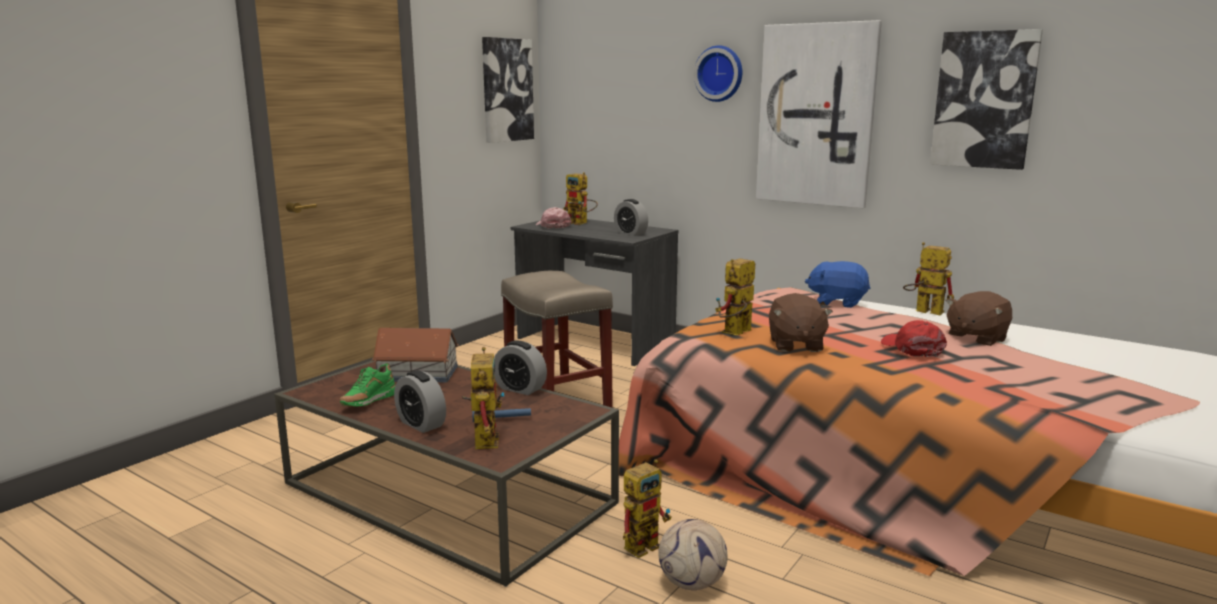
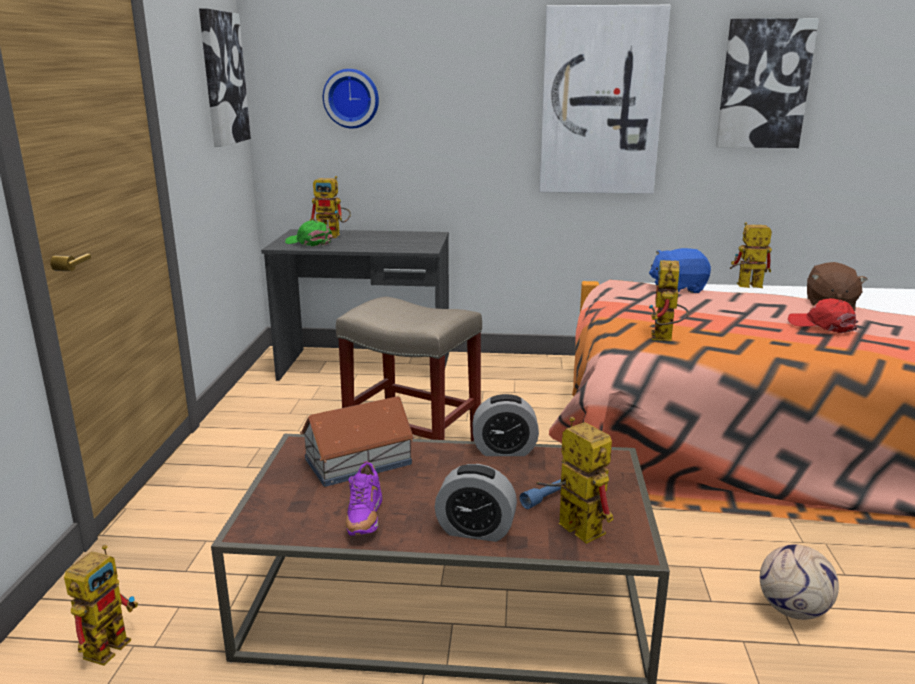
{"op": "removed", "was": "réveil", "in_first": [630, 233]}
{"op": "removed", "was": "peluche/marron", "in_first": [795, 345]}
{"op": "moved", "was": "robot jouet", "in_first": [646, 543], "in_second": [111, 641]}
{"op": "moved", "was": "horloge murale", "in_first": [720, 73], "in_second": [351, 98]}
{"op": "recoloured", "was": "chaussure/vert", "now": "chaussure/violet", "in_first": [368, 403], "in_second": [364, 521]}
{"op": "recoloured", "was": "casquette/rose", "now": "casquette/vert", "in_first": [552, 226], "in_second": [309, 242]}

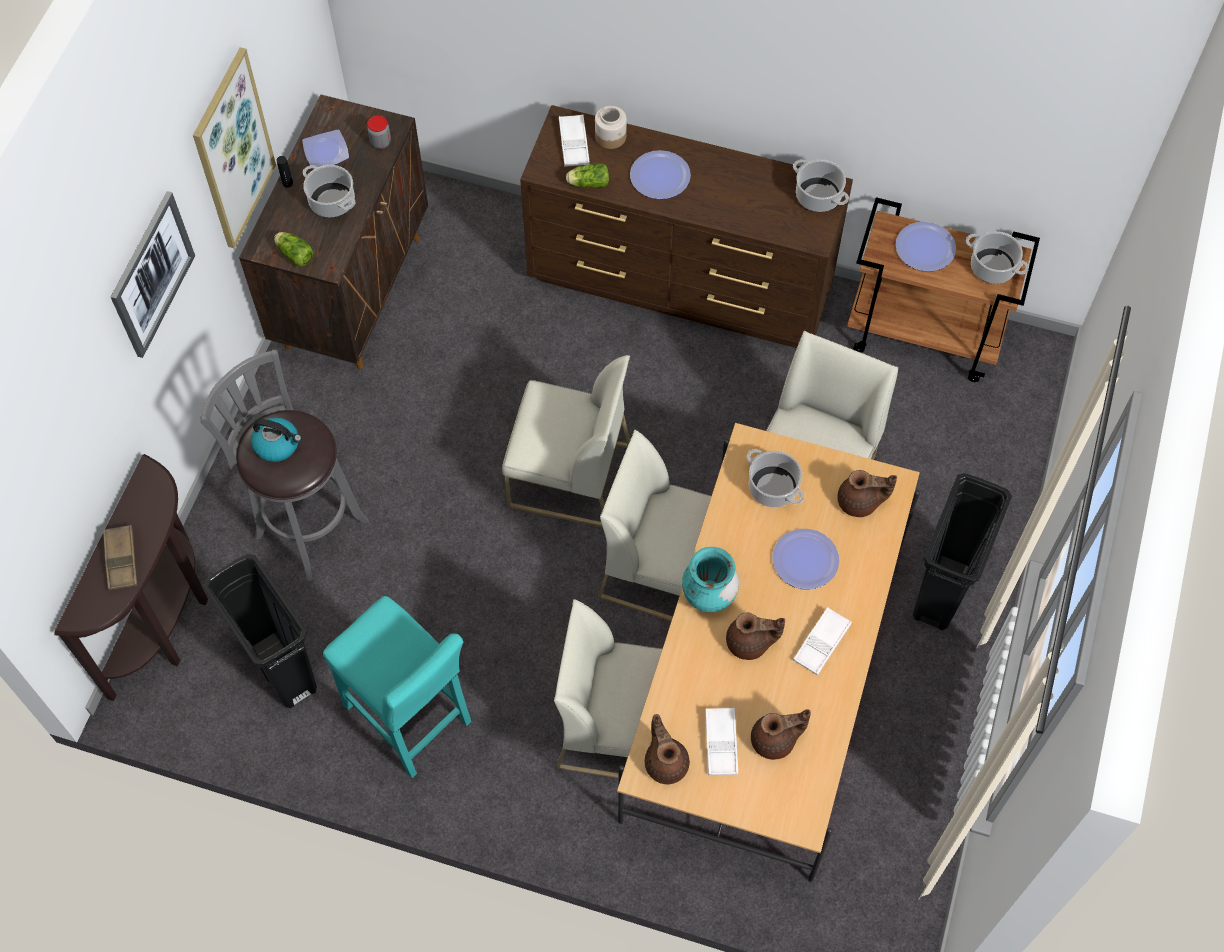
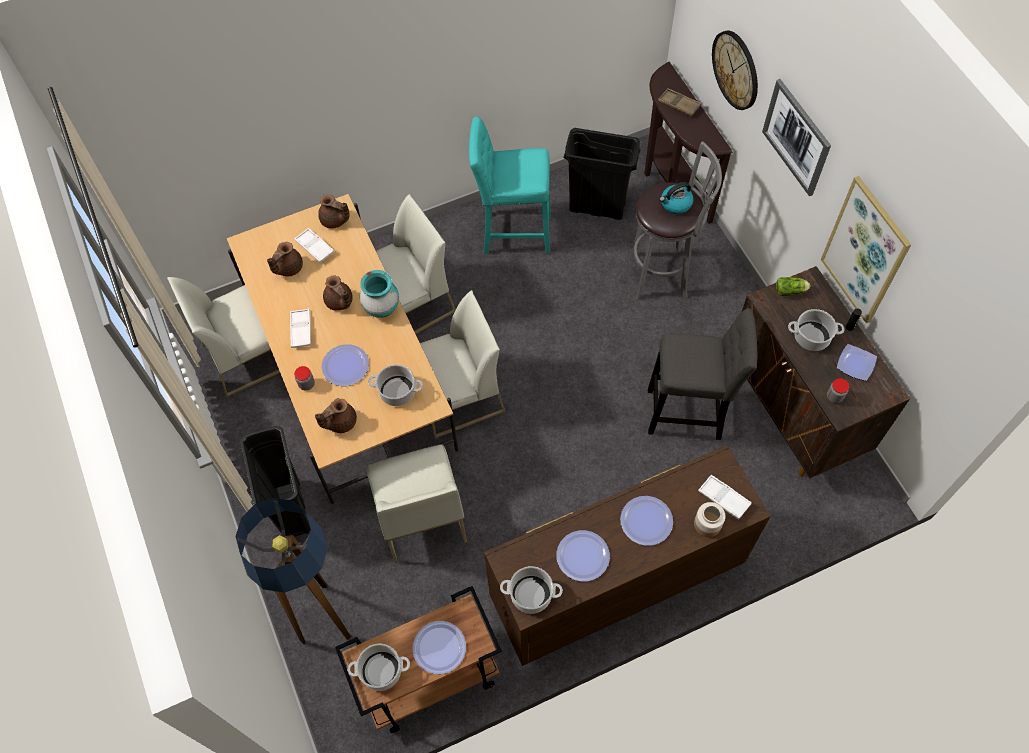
{"op": "removed", "was": "laitue", "in_first": [587, 183]}
{"op": "added", "now": "lampadaire", "in_second": [325, 615]}
{"op": "added", "now": "bocal", "in_second": [306, 384]}
{"op": "added", "now": "assiette", "in_second": [582, 556]}
{"op": "added", "now": "tabouret/gris", "in_second": [689, 413]}
{"op": "added", "now": "horloge murale", "in_second": [736, 70]}
{"op": "moved", "was": "chaise/blanc", "in_first": [568, 477], "in_second": [248, 354]}
{"op": "turned", "was": "théière/marron", "in_first": [750, 643], "in_second": [339, 302], "clockwise": -90}

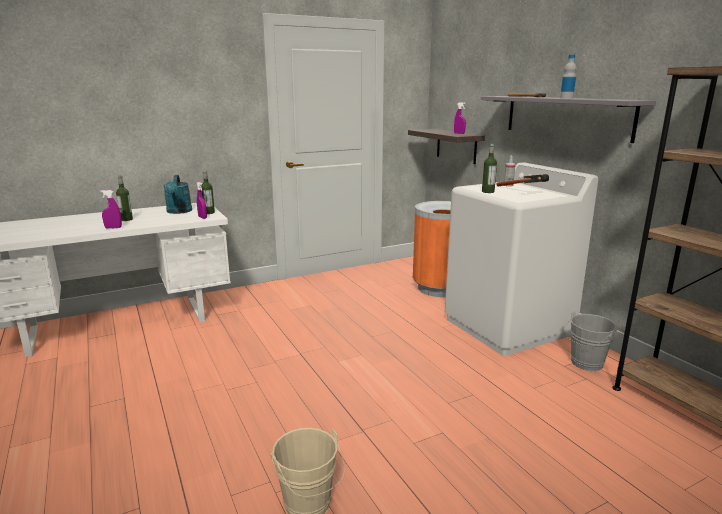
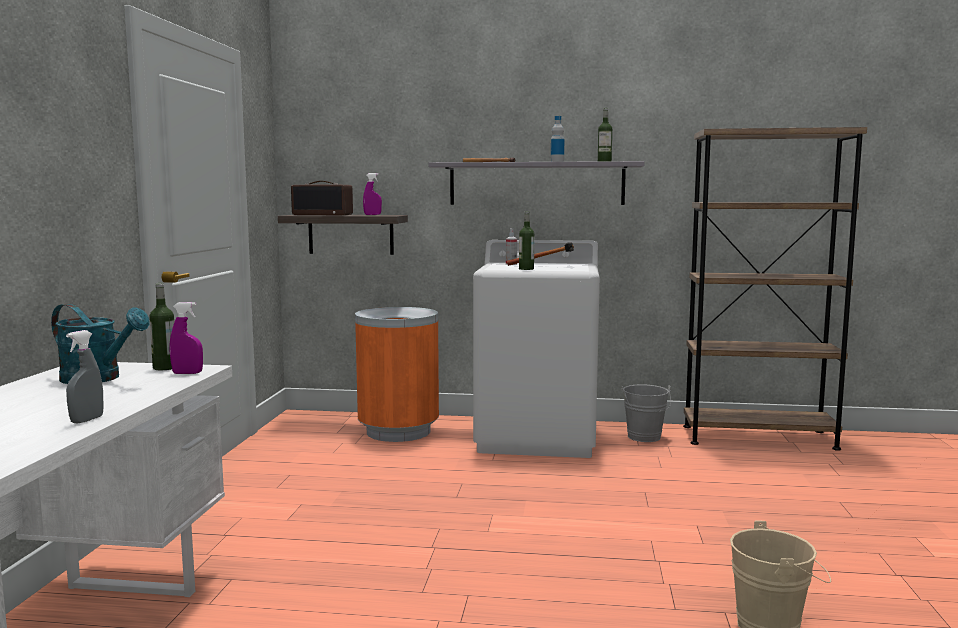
{"op": "added", "now": "radio", "in_second": [323, 215]}
{"op": "moved", "was": "bouteille", "in_first": [126, 219], "in_second": [604, 162]}
{"op": "recoloured", "was": "vaporisateur/violet", "now": "vaporisateur/gris", "in_first": [113, 228], "in_second": [87, 420]}

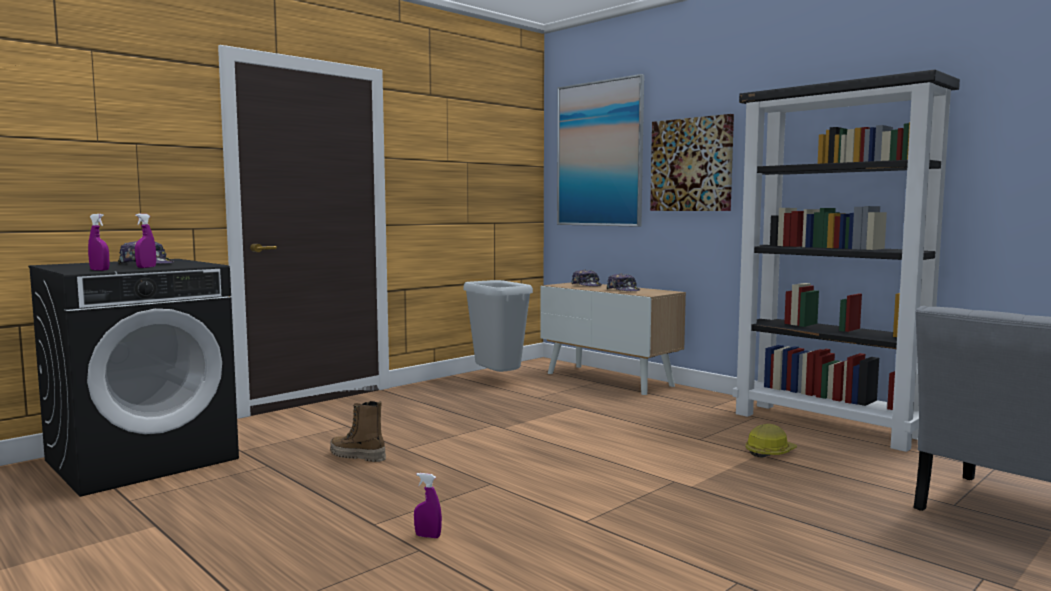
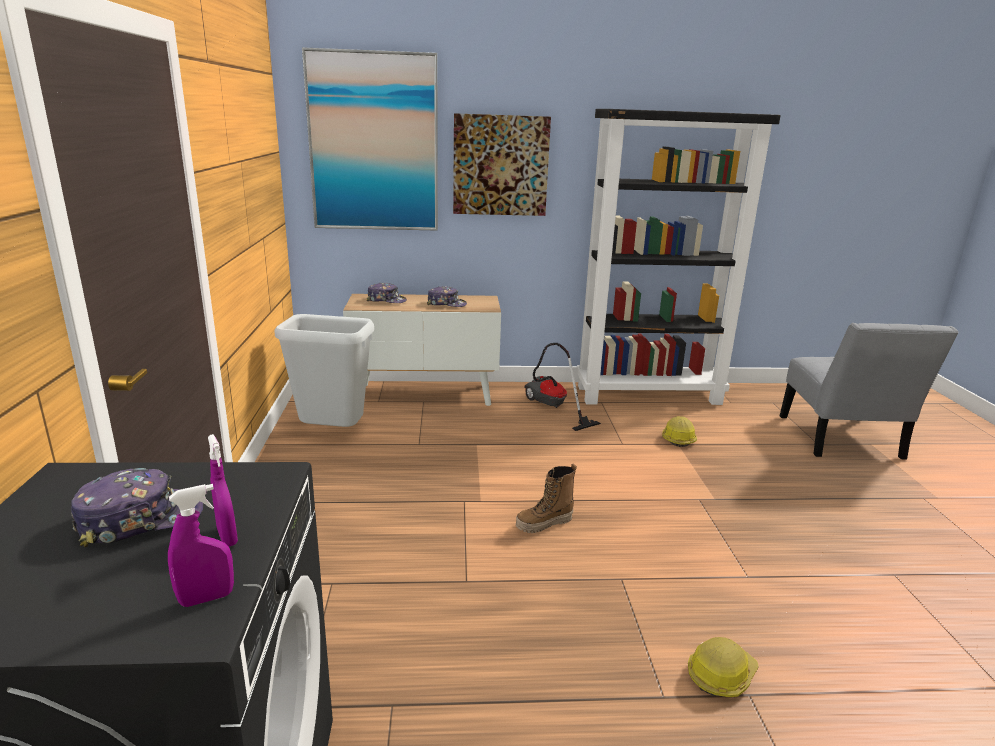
{"op": "added", "now": "aspirateur", "in_second": [551, 407]}
{"op": "moved", "was": "botte", "in_first": [357, 456], "in_second": [544, 524]}
{"op": "replaced", "was": "vaporisateur/violet", "now": "casque de chantier", "in_first": [428, 536], "in_second": [720, 675]}

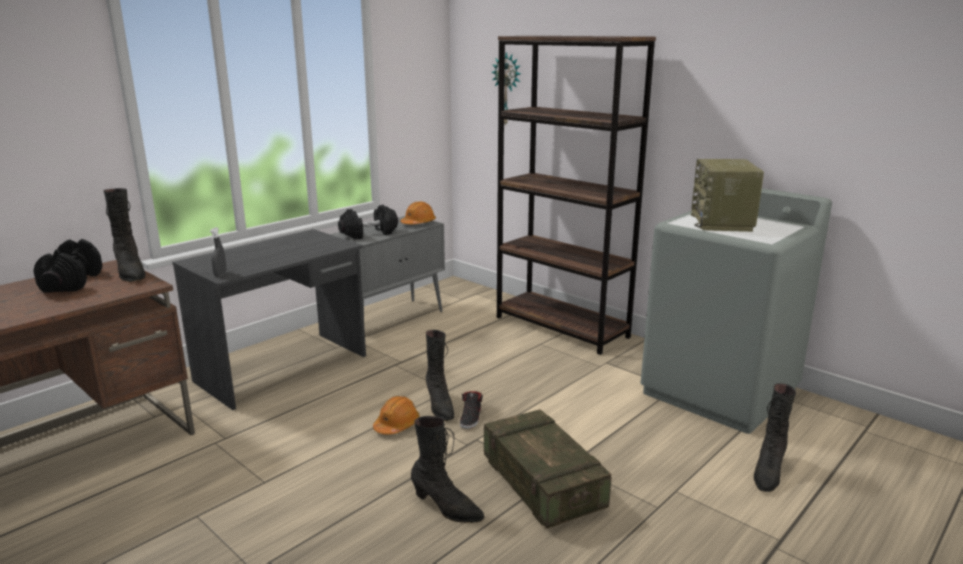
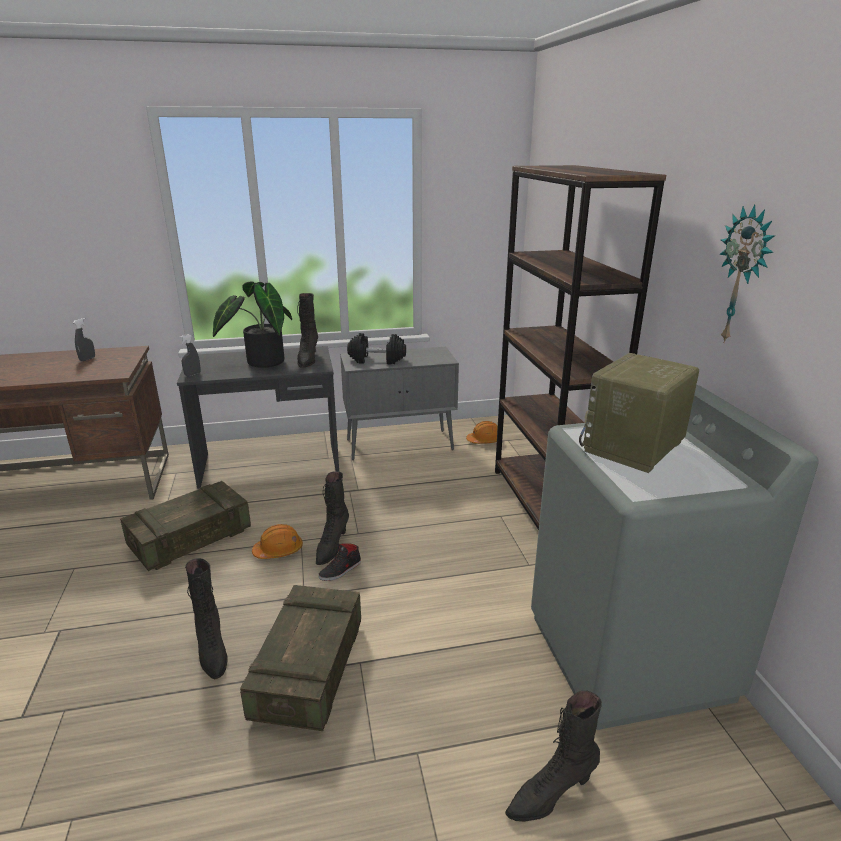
{"op": "added", "now": "caisse", "in_second": [191, 539]}
{"op": "added", "now": "plante en pot", "in_second": [261, 362]}
{"op": "moved", "was": "botte/noir", "in_first": [130, 273], "in_second": [307, 359]}
{"op": "moved", "was": "casque de chantier/orange", "in_first": [418, 223], "in_second": [484, 440]}
{"op": "moved", "was": "horloge murale", "in_first": [507, 89], "in_second": [743, 276]}
{"op": "replaced", "was": "haltère/noir", "now": "vaporisateur/gris", "in_first": [72, 282], "in_second": [87, 359]}

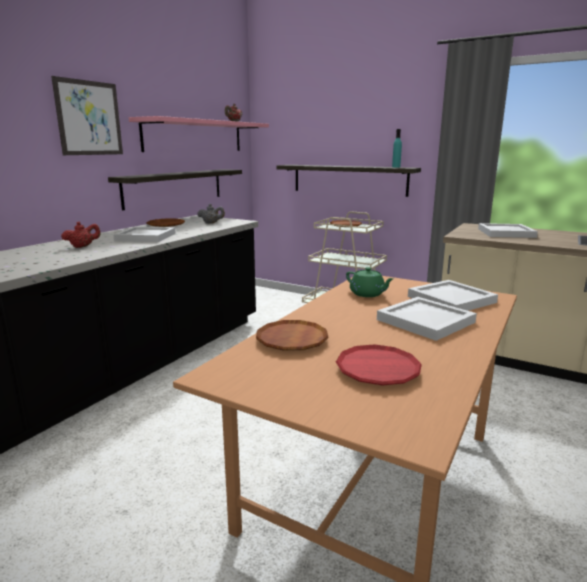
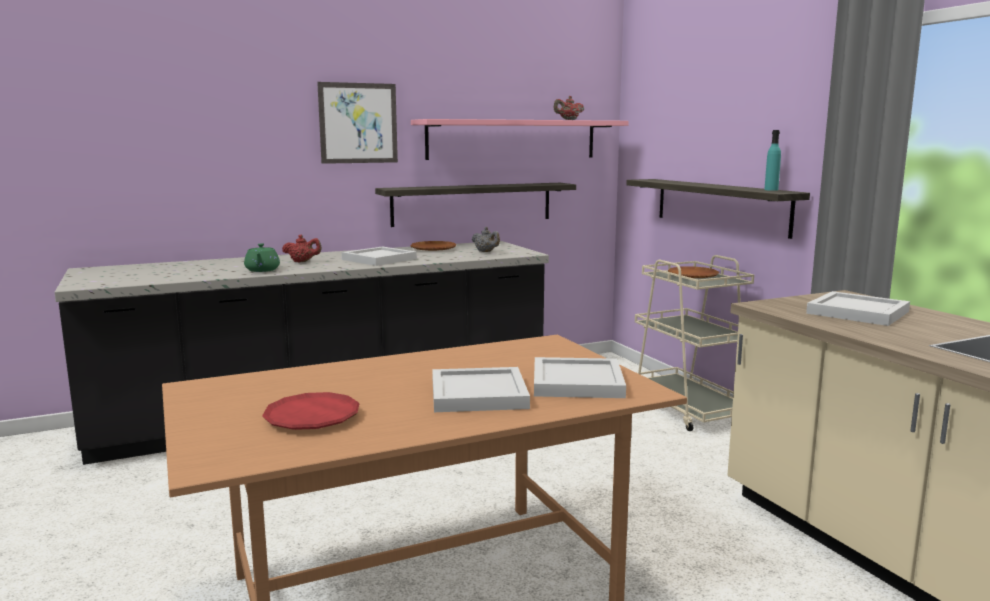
{"op": "removed", "was": "assiette/marron", "in_first": [292, 340]}
{"op": "moved", "was": "théière/vert", "in_first": [367, 294], "in_second": [262, 270]}

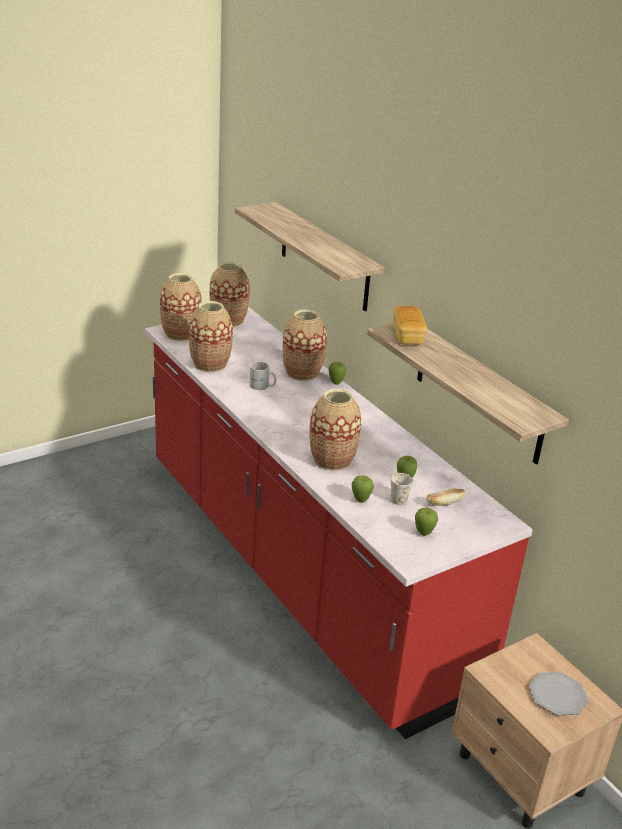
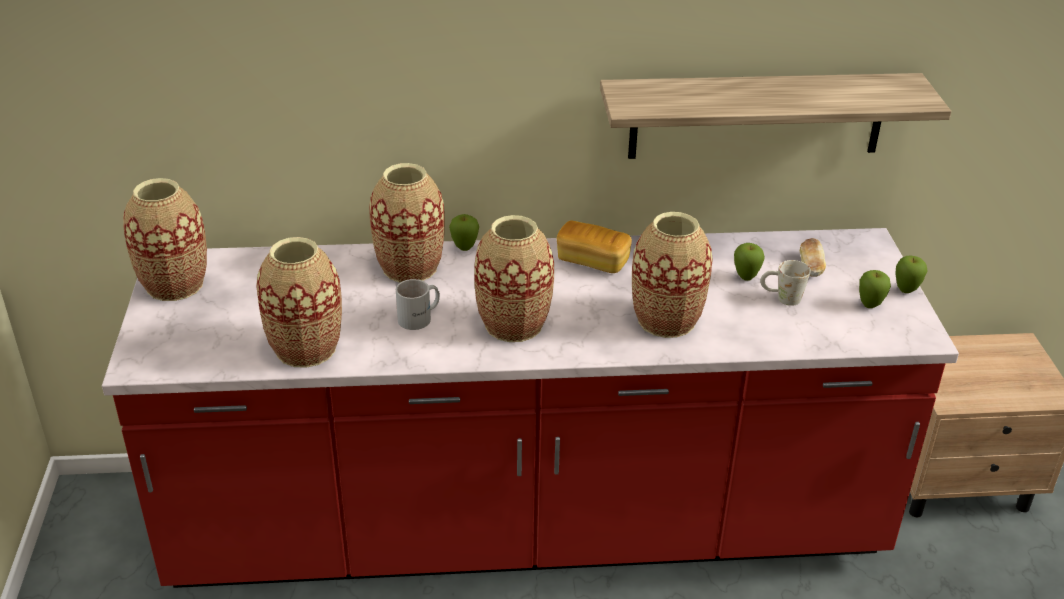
{"op": "removed", "was": "étagère", "in_first": [324, 257]}
{"op": "removed", "was": "assiette", "in_first": [557, 695]}
{"op": "moved", "was": "vase", "in_first": [180, 334], "in_second": [513, 324]}
{"op": "moved", "was": "pomme", "in_first": [360, 501], "in_second": [906, 291]}
{"op": "moved", "was": "pain", "in_first": [407, 336], "in_second": [592, 261]}

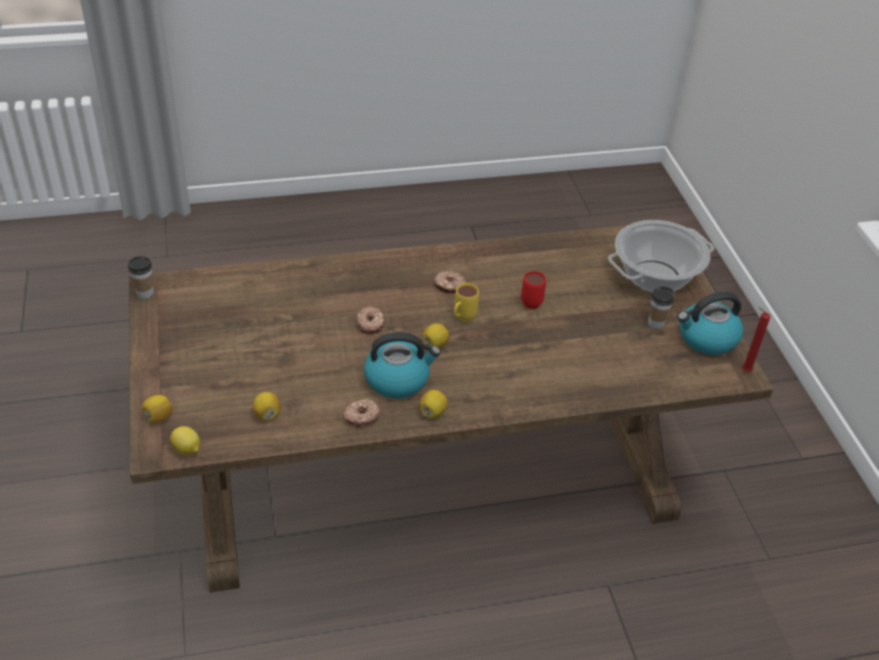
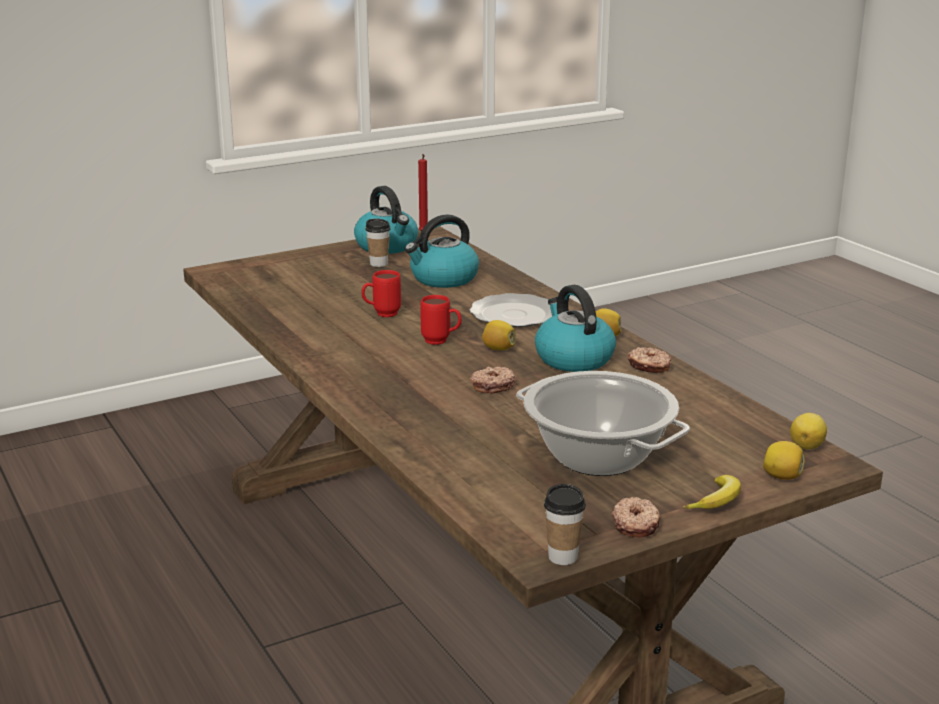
{"op": "removed", "was": "citron", "in_first": [267, 414]}
{"op": "added", "now": "bouilloire", "in_second": [443, 279]}
{"op": "added", "now": "assiette", "in_second": [514, 314]}
{"op": "added", "now": "banane", "in_second": [717, 501]}
{"op": "moved", "was": "beignet", "in_first": [449, 286], "in_second": [636, 525]}
{"op": "moved", "was": "marmite", "in_first": [655, 277], "in_second": [597, 457]}
{"op": "recoloured", "was": "mug/jaune", "now": "mug/rouge", "in_first": [462, 319], "in_second": [441, 342]}

